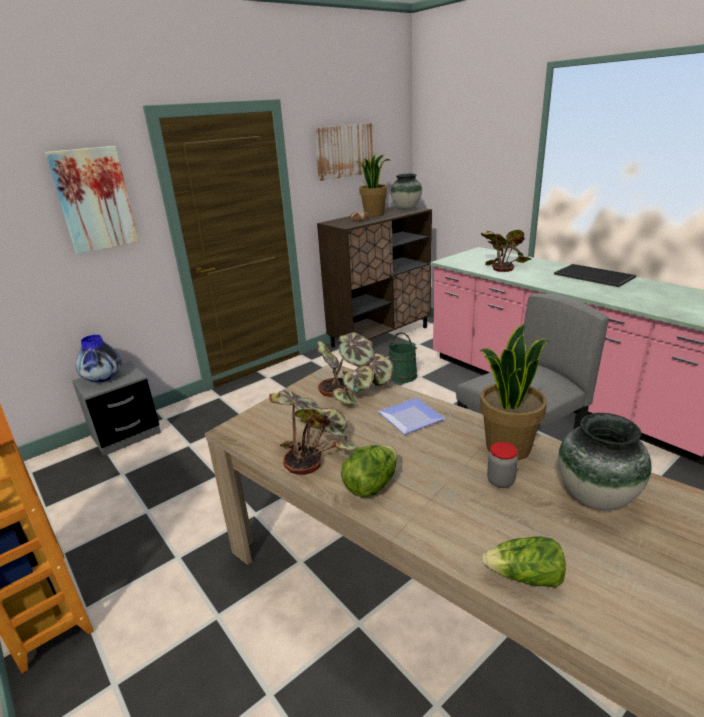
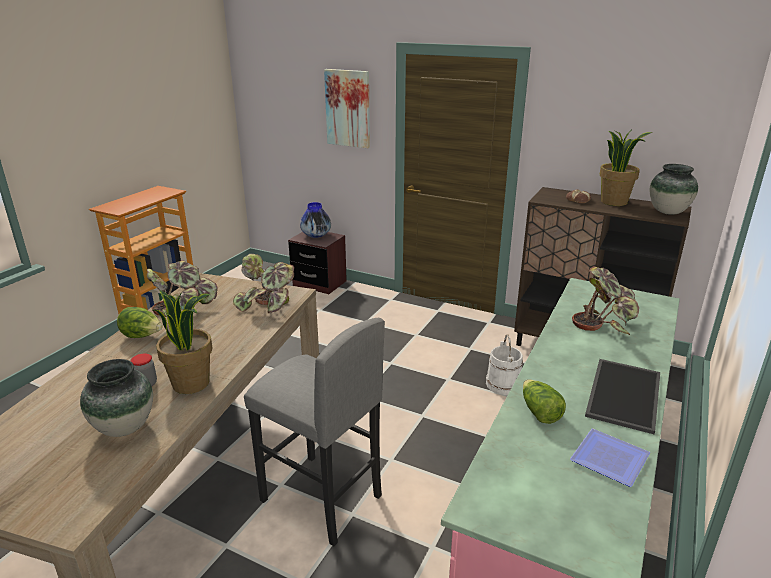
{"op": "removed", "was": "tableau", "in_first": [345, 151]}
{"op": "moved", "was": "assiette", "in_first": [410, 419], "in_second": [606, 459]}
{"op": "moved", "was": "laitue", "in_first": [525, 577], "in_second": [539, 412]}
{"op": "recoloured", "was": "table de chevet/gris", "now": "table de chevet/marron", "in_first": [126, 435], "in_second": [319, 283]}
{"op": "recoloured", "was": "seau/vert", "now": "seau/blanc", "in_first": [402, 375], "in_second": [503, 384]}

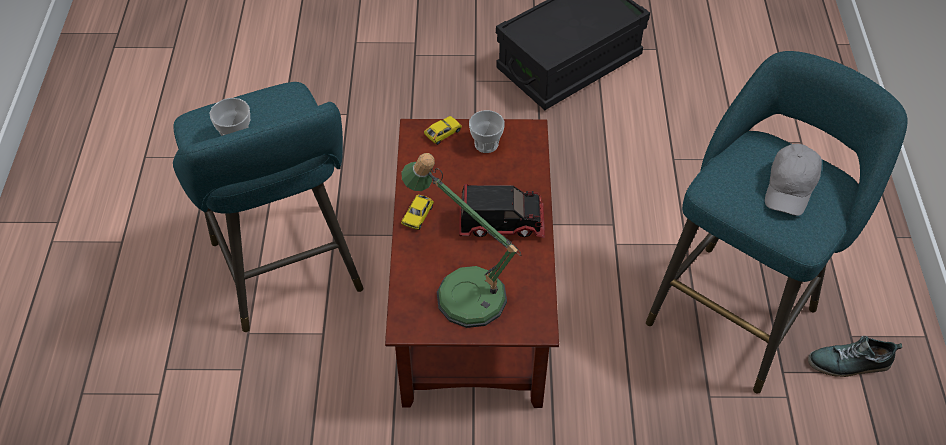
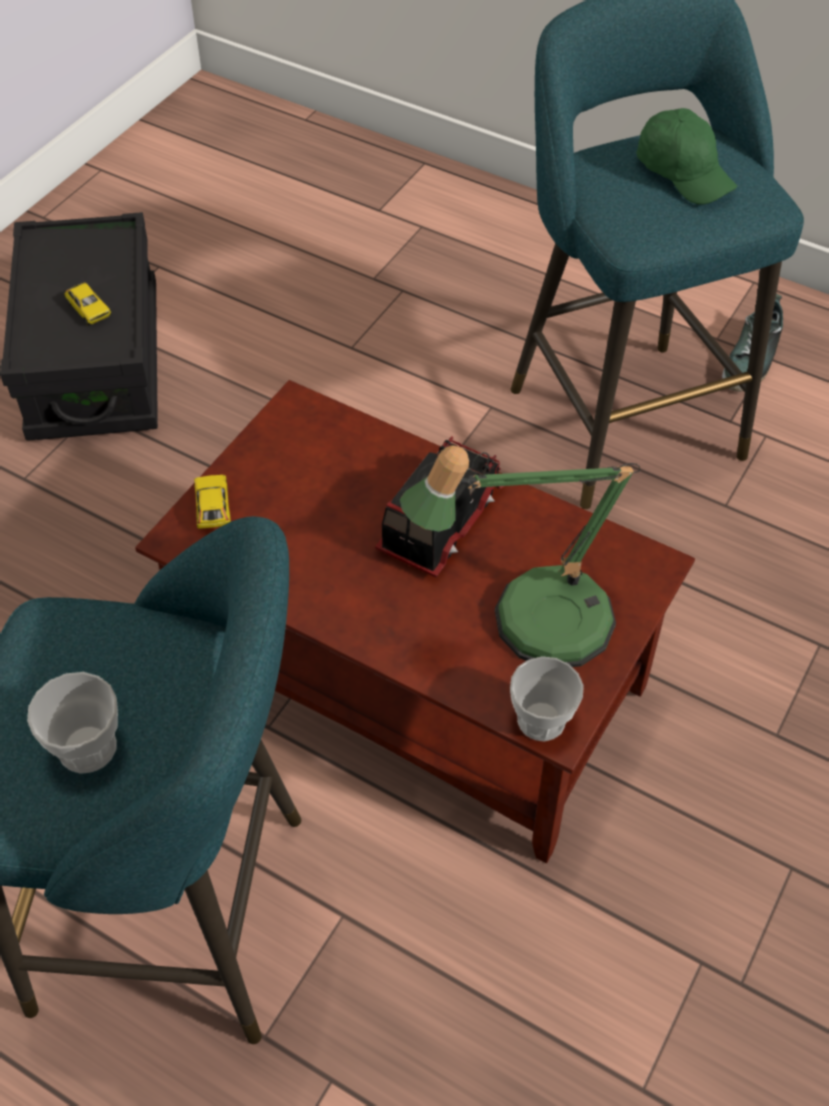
{"op": "moved", "was": "petite voiture", "in_first": [417, 215], "in_second": [89, 309]}
{"op": "moved", "was": "tasse", "in_first": [486, 144], "in_second": [541, 720]}
{"op": "recoloured", "was": "casquette/gris", "now": "casquette/vert", "in_first": [790, 187], "in_second": [684, 172]}

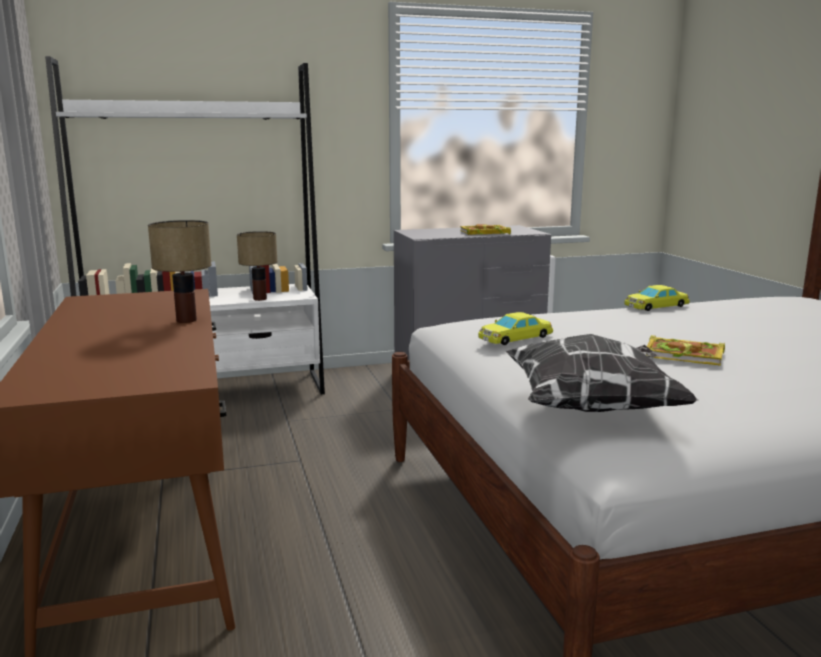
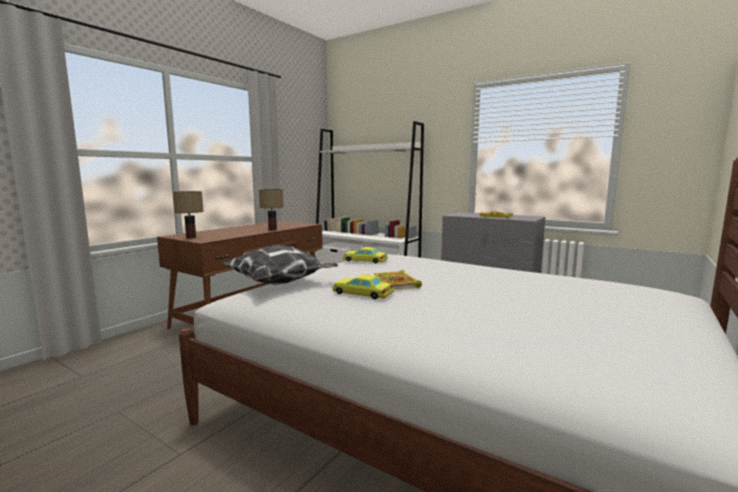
{"op": "moved", "was": "lampe de table", "in_first": [259, 299], "in_second": [191, 237]}
{"op": "moved", "was": "petite voiture/jaune", "in_first": [656, 306], "in_second": [362, 293]}

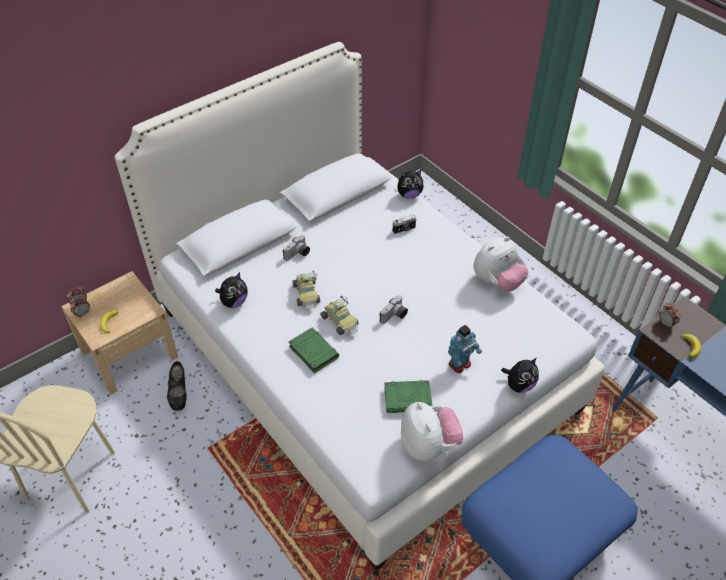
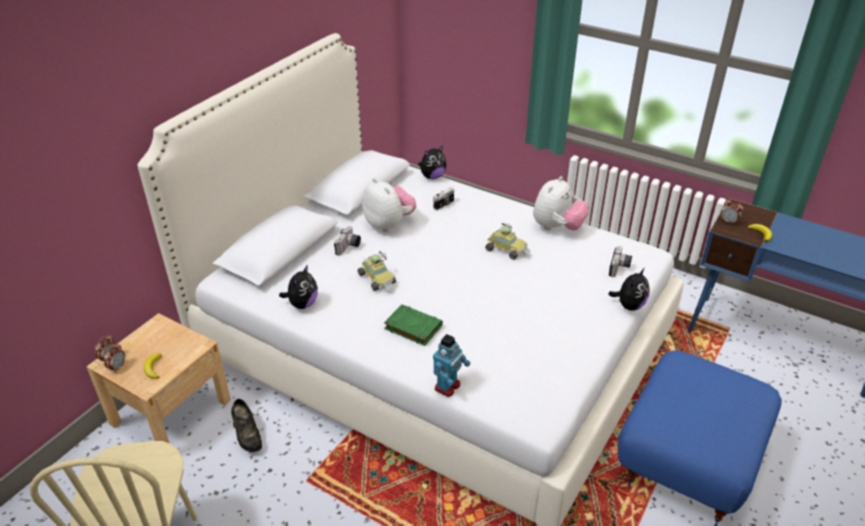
{"op": "removed", "was": "livre/vert", "in_first": [408, 399]}
{"op": "moved", "was": "petite voiture", "in_first": [340, 321], "in_second": [506, 249]}
{"op": "moved", "was": "appareil photo", "in_first": [394, 316], "in_second": [619, 268]}
{"op": "moved", "was": "peluche", "in_first": [428, 445], "in_second": [389, 224]}
{"op": "moved", "was": "robot jouet", "in_first": [460, 364], "in_second": [448, 387]}

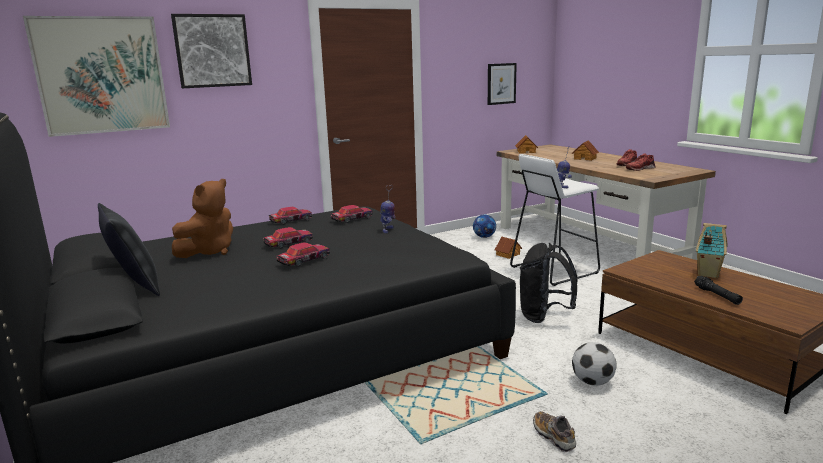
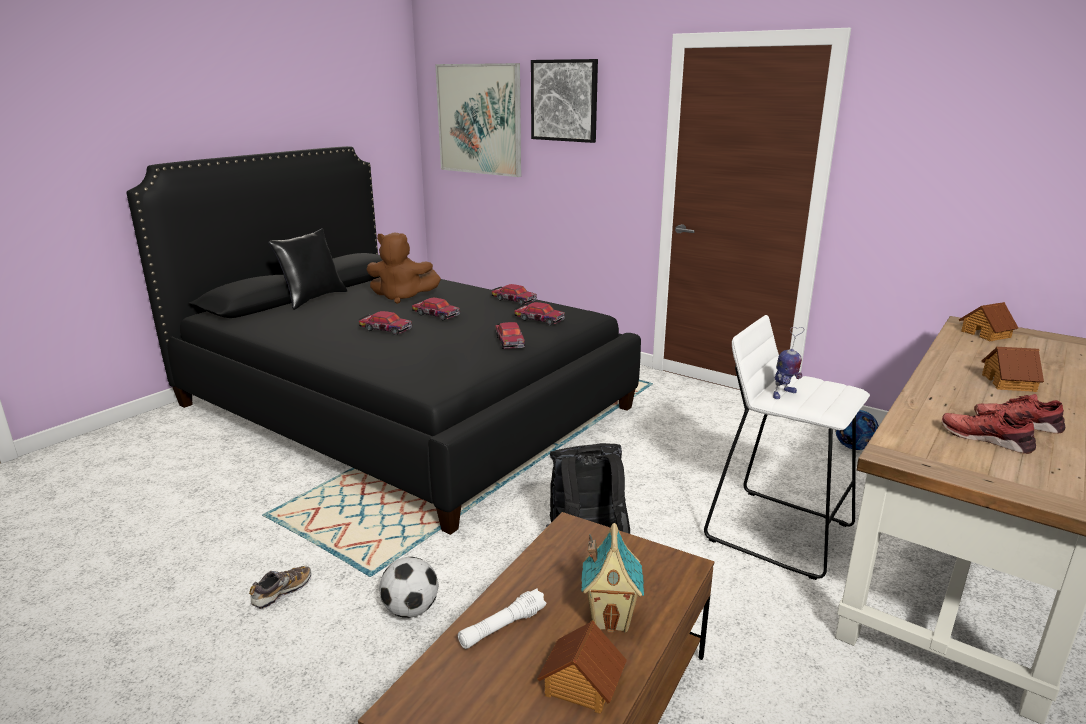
{"op": "removed", "was": "tableau", "in_first": [501, 83]}
{"op": "moved", "was": "maison miniature", "in_first": [508, 254], "in_second": [581, 685]}
{"op": "replaced", "was": "robot jouet", "now": "petite voiture", "in_first": [387, 230], "in_second": [510, 341]}
{"op": "recoloured", "was": "lampe de poche/noir", "now": "lampe de poche/blanc", "in_first": [717, 295], "in_second": [502, 627]}

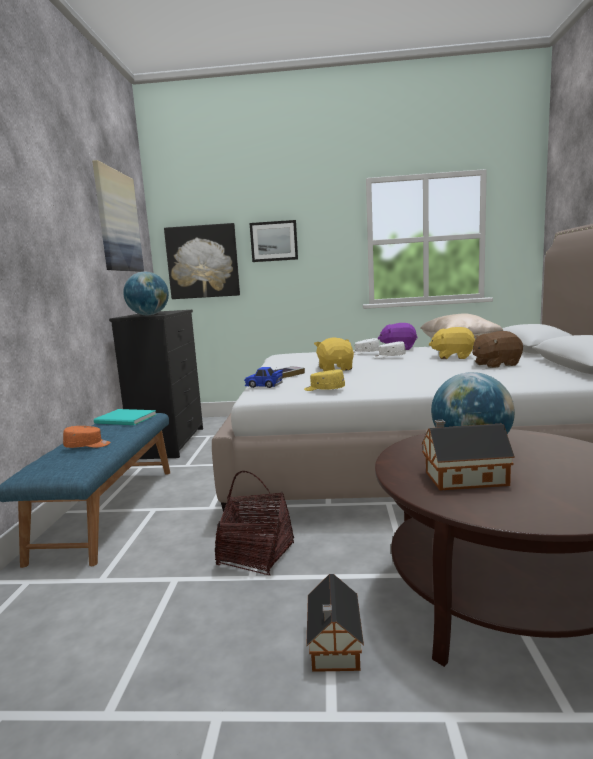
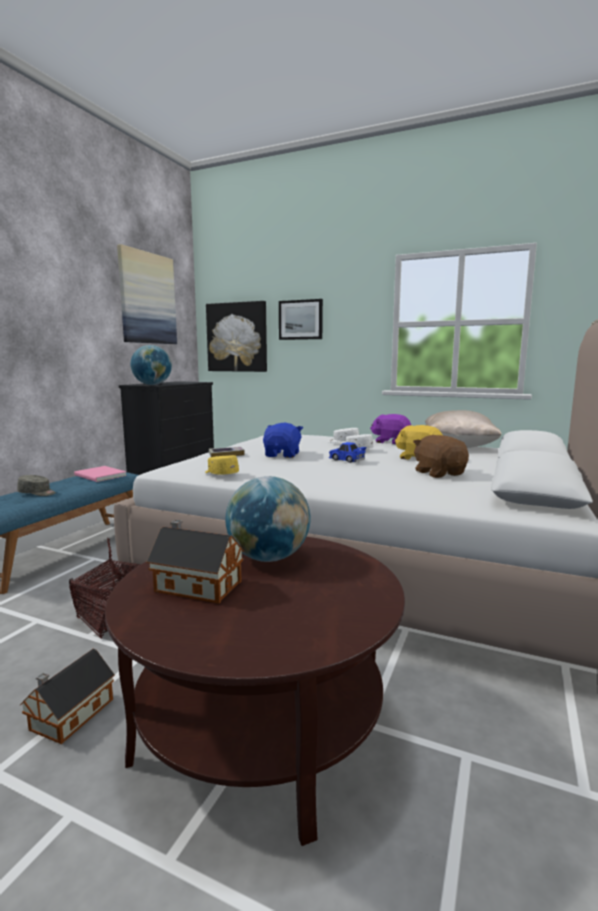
{"op": "moved", "was": "petite voiture/bleu", "in_first": [264, 385], "in_second": [347, 460]}
{"op": "recoloured", "was": "casquette/orange", "now": "casquette/gris", "in_first": [87, 446], "in_second": [37, 493]}
{"op": "recoloured", "was": "livre/turquoise", "now": "livre/rose", "in_first": [126, 419], "in_second": [100, 476]}
{"op": "recoloured", "was": "peluche/jaune", "now": "peluche/bleu", "in_first": [335, 369], "in_second": [283, 455]}
{"op": "turned", "was": "peluche/marron", "in_first": [495, 365], "in_second": [439, 473], "clockwise": 60}

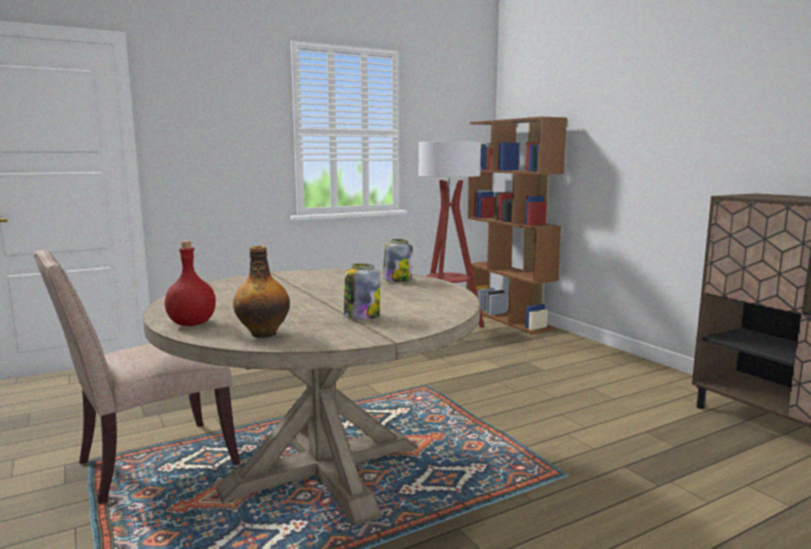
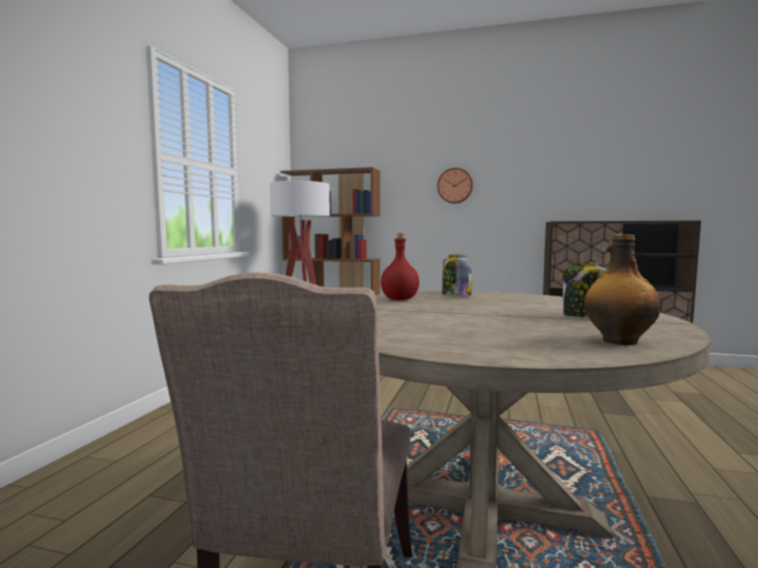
{"op": "added", "now": "horloge murale", "in_second": [455, 186]}
{"op": "moved", "was": "bouteille/rouge", "in_first": [191, 324], "in_second": [400, 299]}

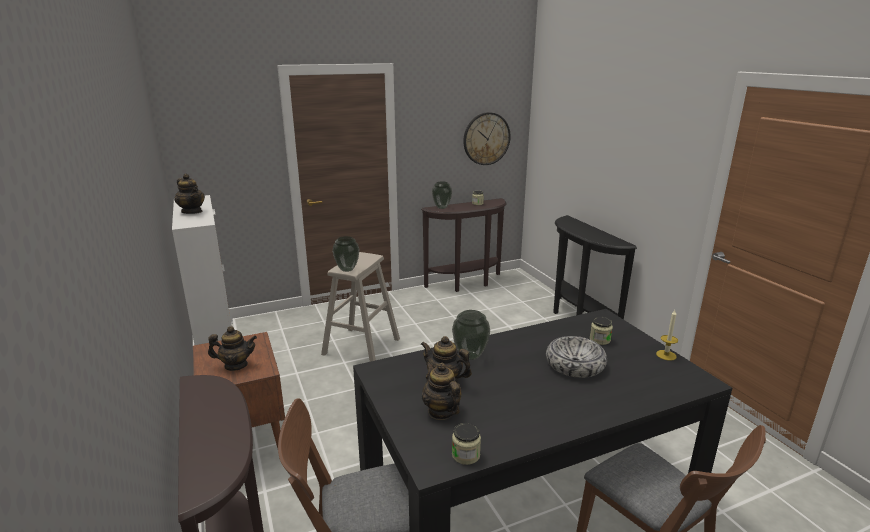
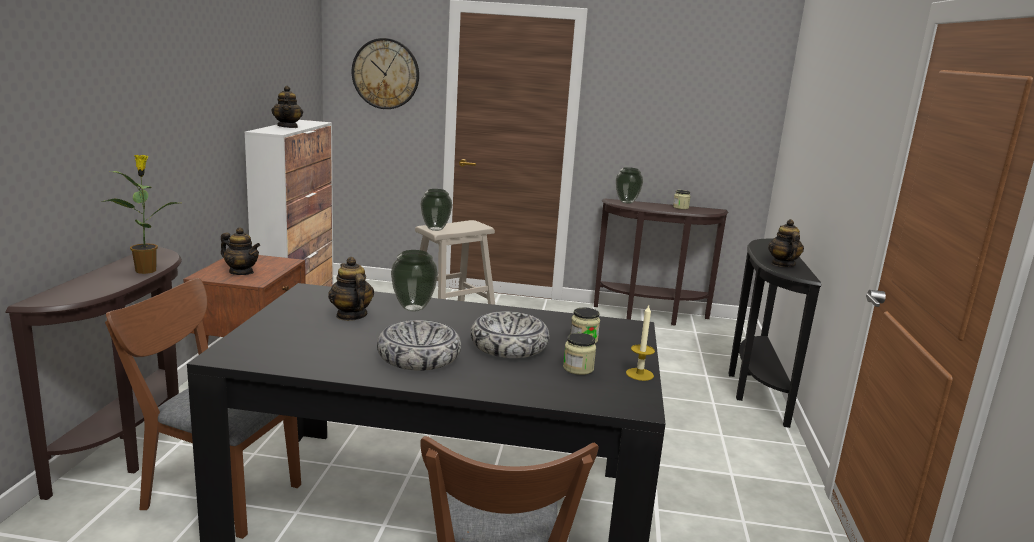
{"op": "added", "now": "plante en pot", "in_second": [147, 270]}
{"op": "added", "now": "bol", "in_second": [419, 357]}
{"op": "moved", "was": "théière", "in_first": [441, 411], "in_second": [782, 264]}
{"op": "moved", "was": "bocal", "in_first": [466, 455], "in_second": [578, 368]}
{"op": "moved", "was": "horloge murale", "in_first": [486, 139], "in_second": [385, 74]}

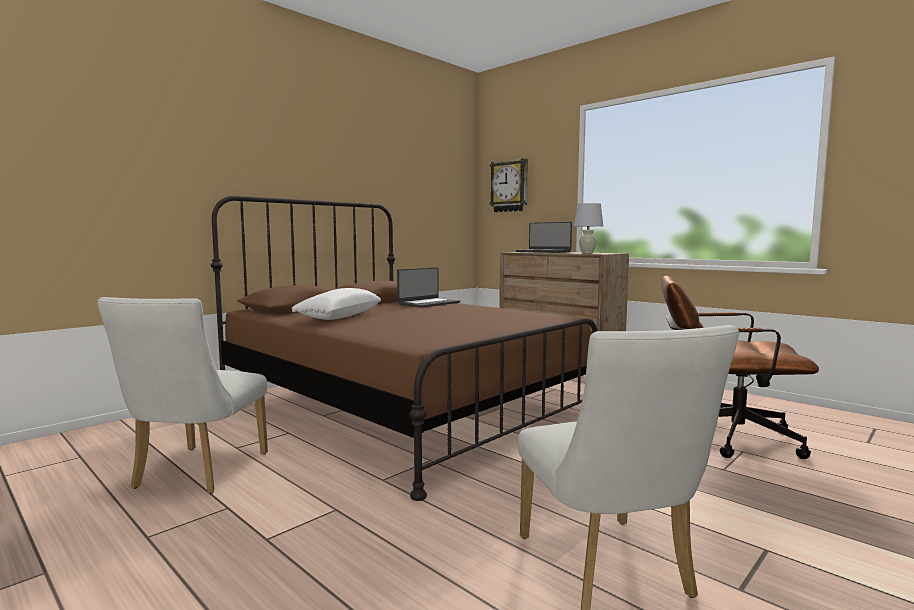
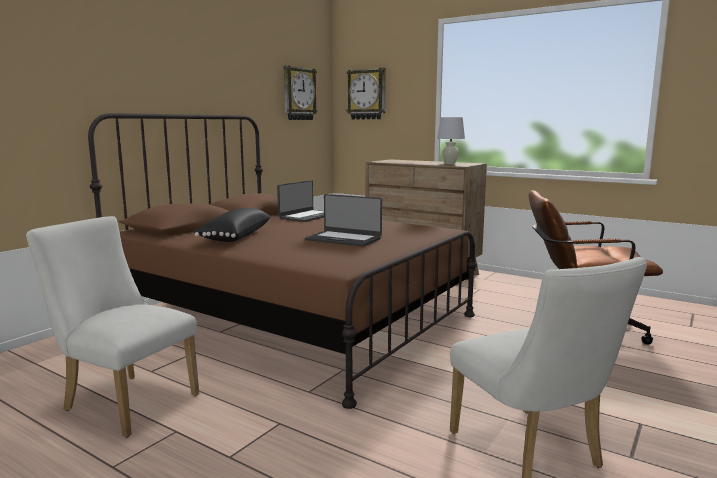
{"op": "added", "now": "horloge murale", "in_second": [298, 94]}
{"op": "moved", "was": "ordinateur portable", "in_first": [543, 252], "in_second": [344, 239]}
{"op": "recoloured", "was": "coussin/blanc", "now": "coussin/noir", "in_first": [338, 317], "in_second": [234, 237]}
{"op": "turned", "was": "chaise/blanc", "in_first": [196, 474], "in_second": [125, 401], "clockwise": 120}

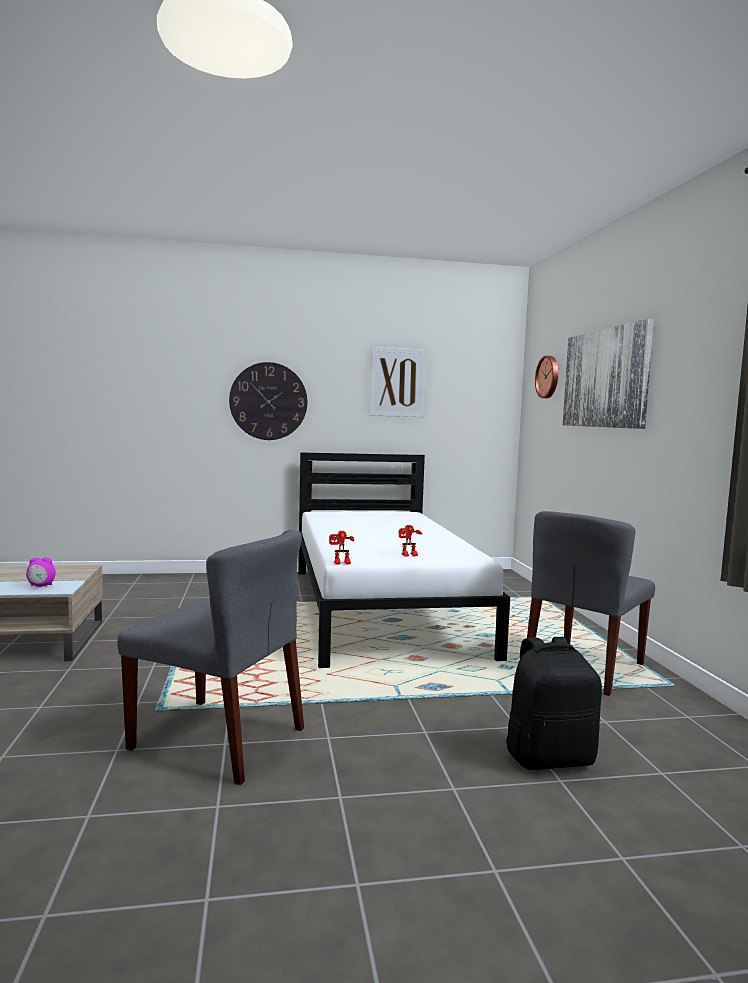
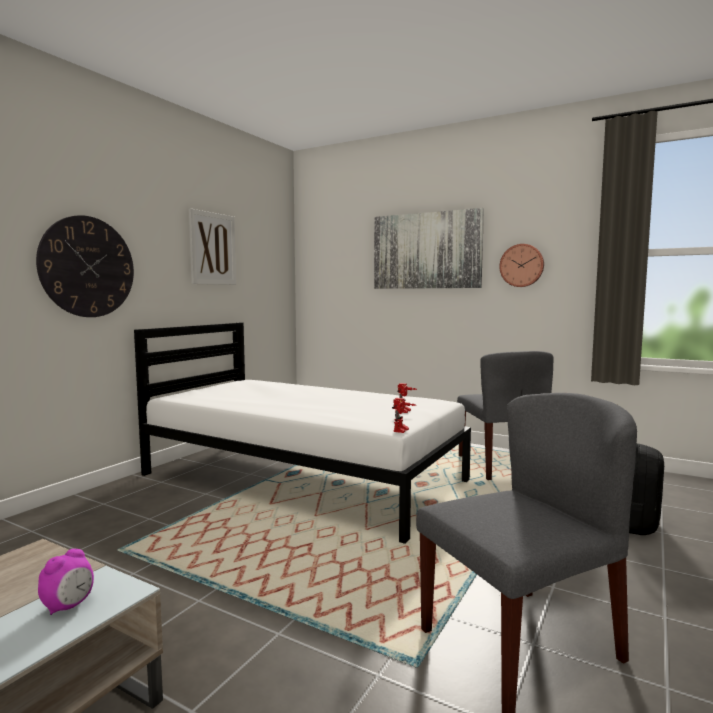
{"op": "moved", "was": "horloge murale", "in_first": [548, 377], "in_second": [522, 265]}

